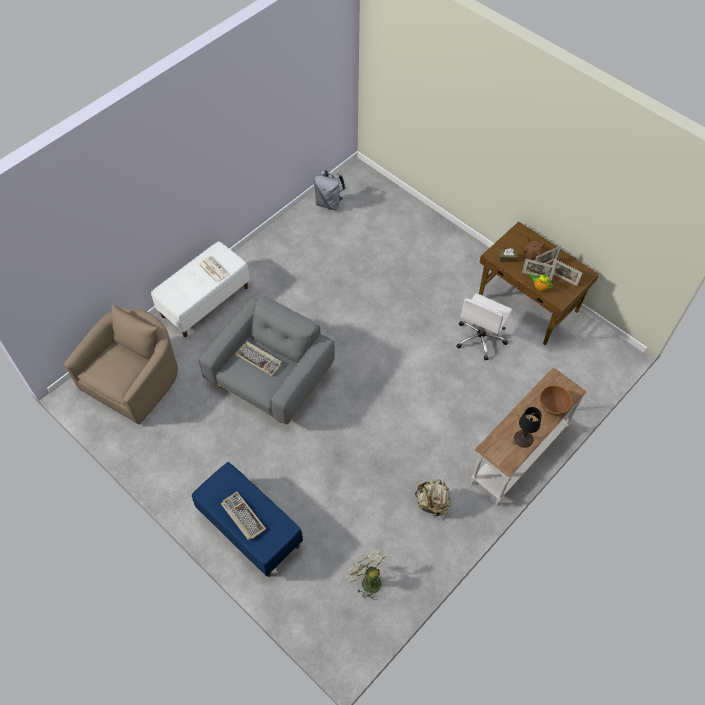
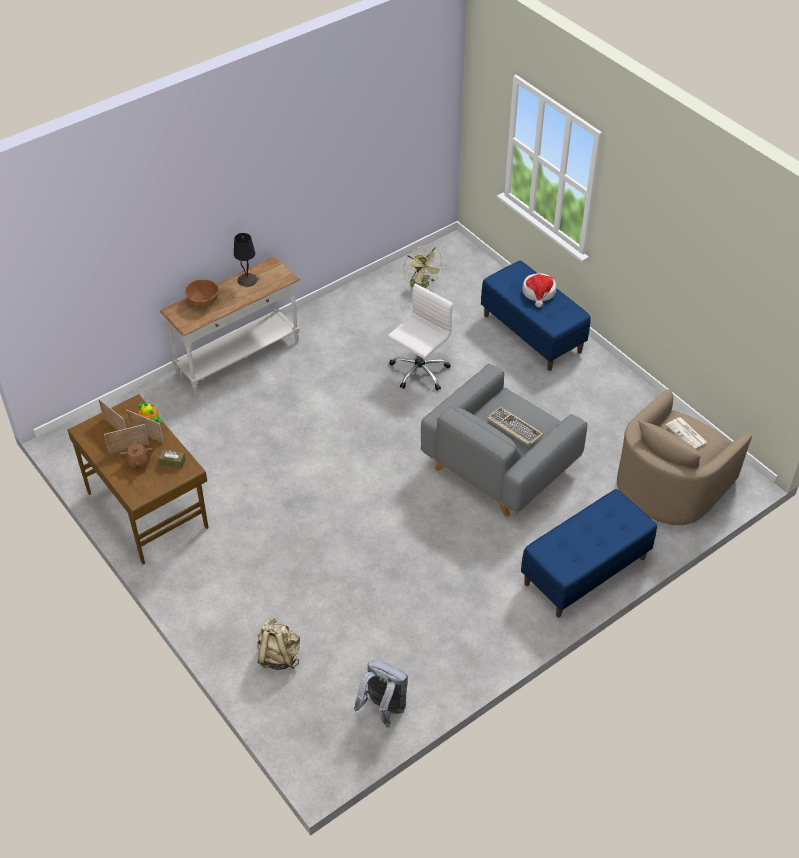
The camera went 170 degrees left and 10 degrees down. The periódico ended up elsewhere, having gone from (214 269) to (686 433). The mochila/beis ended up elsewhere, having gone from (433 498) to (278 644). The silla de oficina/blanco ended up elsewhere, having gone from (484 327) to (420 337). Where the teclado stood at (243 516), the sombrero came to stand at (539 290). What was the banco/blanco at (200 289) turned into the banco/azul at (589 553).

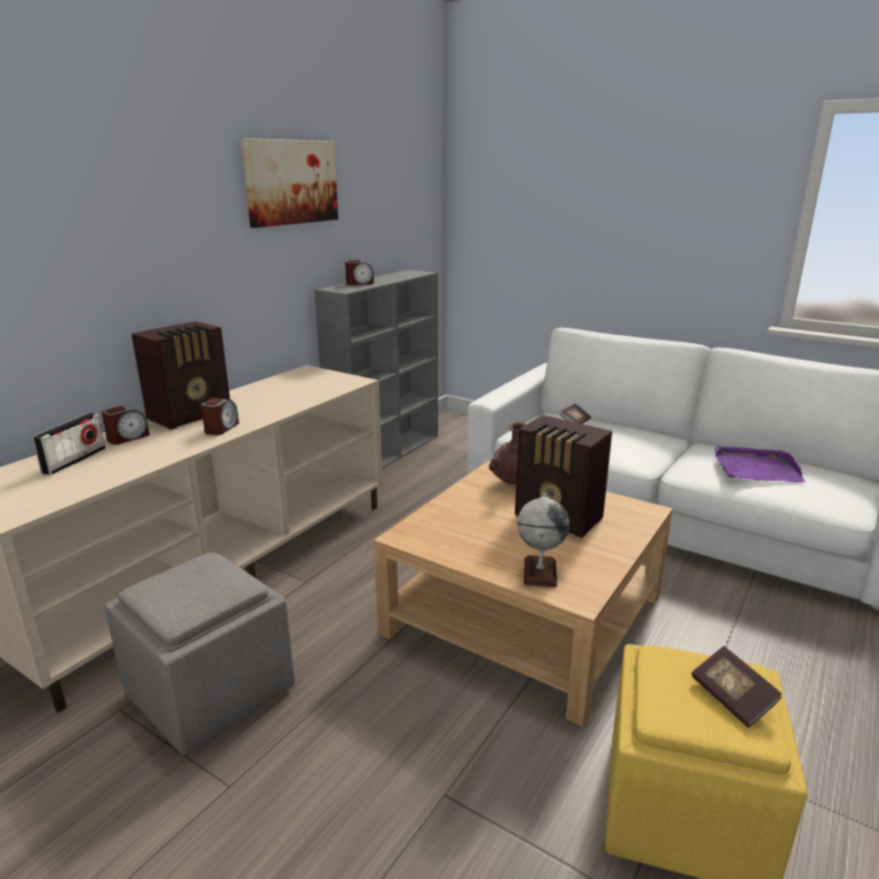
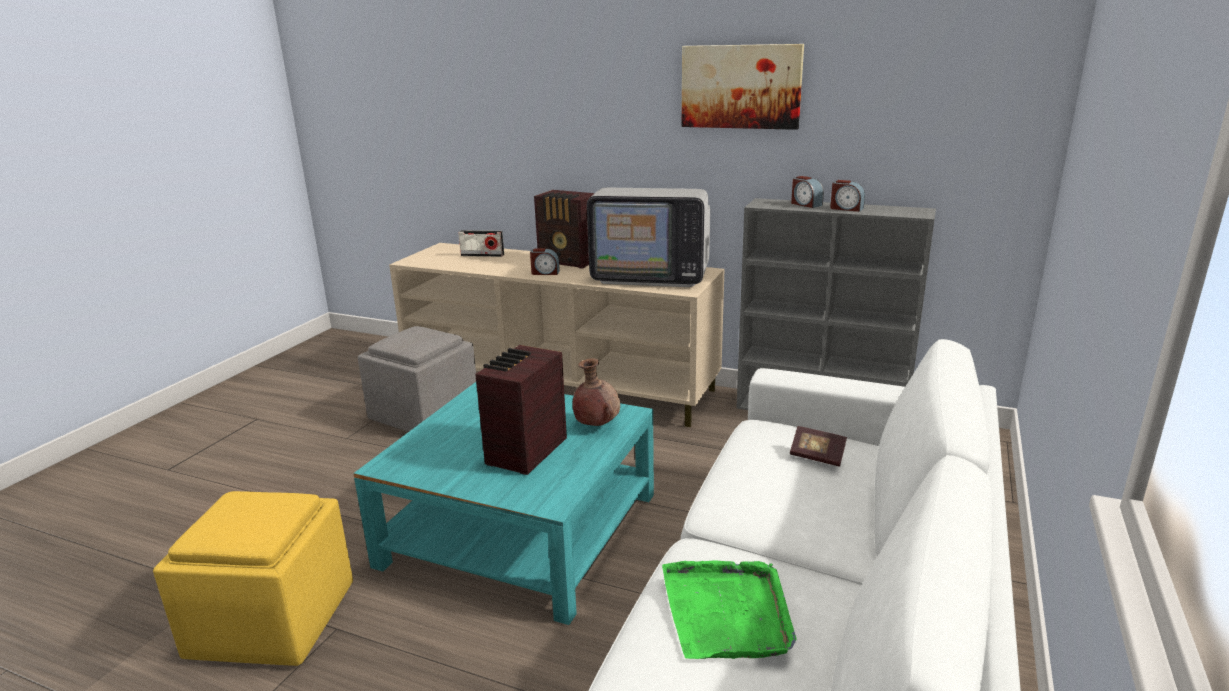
The camera went 80 degrees right and 0 degrees up. The second view lost the globo terráqueo at (543 540). The second view lost the libro at (737 687). The second view gained the televisor at (648 237). The despertador ended up elsewhere, having gone from (125 425) to (847 196). What was the mesa de centro/beis at (523 594) turned into the mesa de centro/turquesa at (503 503). What was the bandeja/morado at (759 464) turned into the bandeja/verde at (729 610).

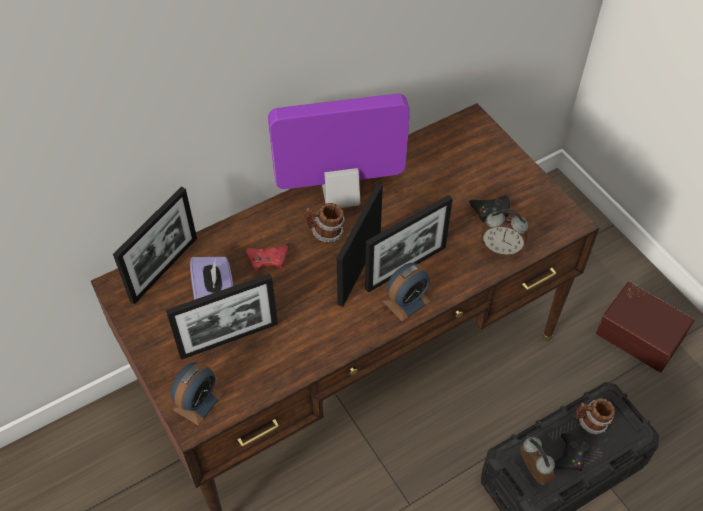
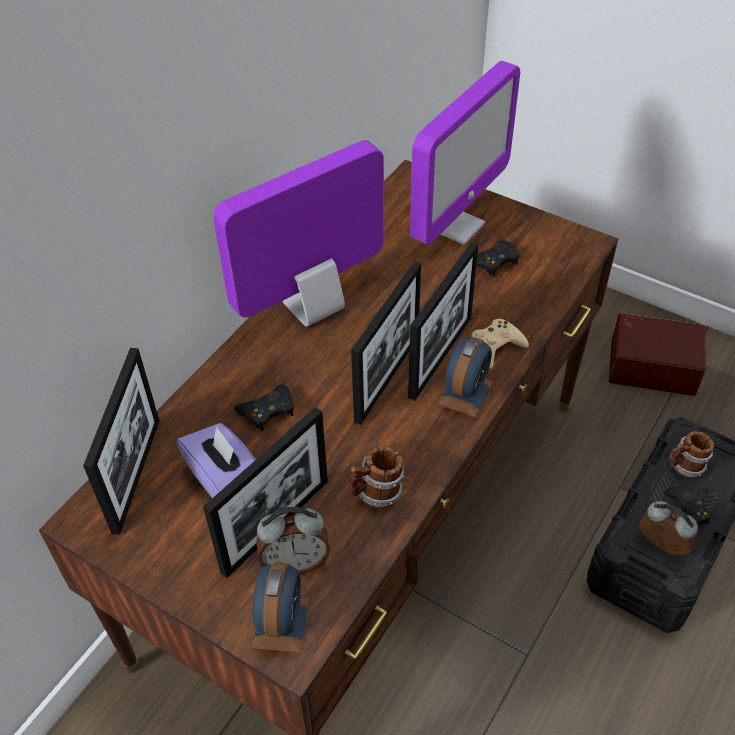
The camera went 25 degrees left and 5 degrees down. The second view gained the monitor at (465 153). The second view gained the mando de consola/beis at (500 344). The taza grande ended up elsewhere, having gone from (325 223) to (377 477). The despertador ended up elsewhere, having gone from (504 233) to (293 541). What was the mando de consola/rojo at (267 258) turned into the mando de consola/negro at (264 407). The portarretratos at (360 245) ended up facing another way, 150 degrees counterclockwise from before.

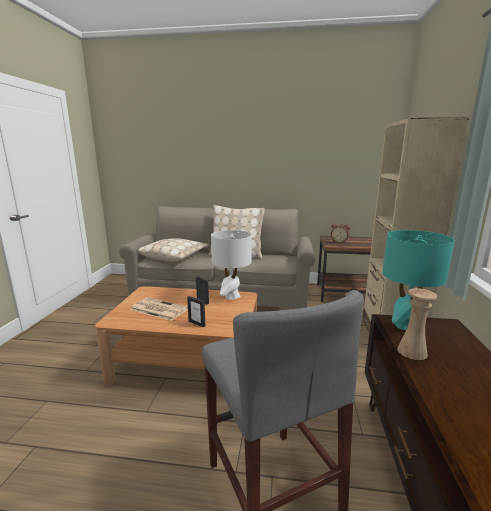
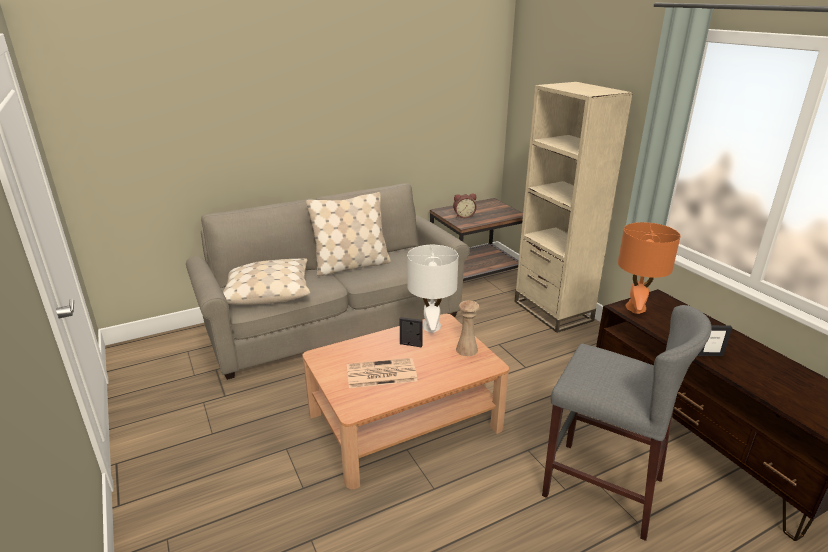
The camera went 35 degrees left and 10 degrees up. The portarretratos ended up elsewhere, having gone from (196 311) to (715 340). The florero/beis ended up elsewhere, having gone from (417 324) to (468 328). What was the lámpara de mesa/turquesa at (418 280) turned into the lámpara de mesa/naranja at (649 268).

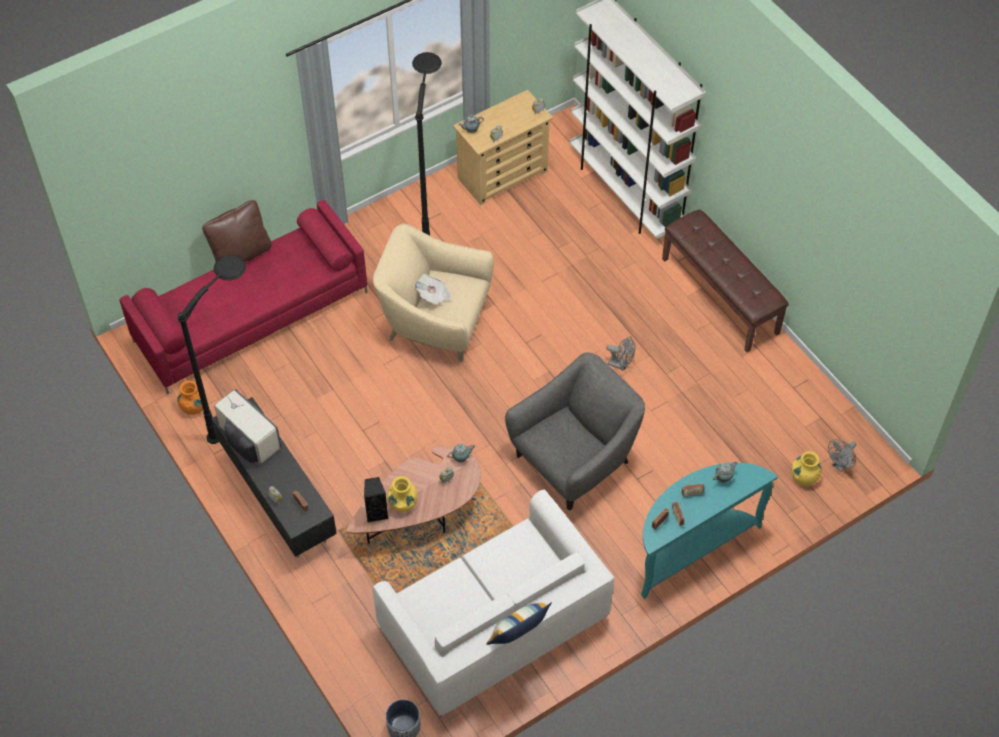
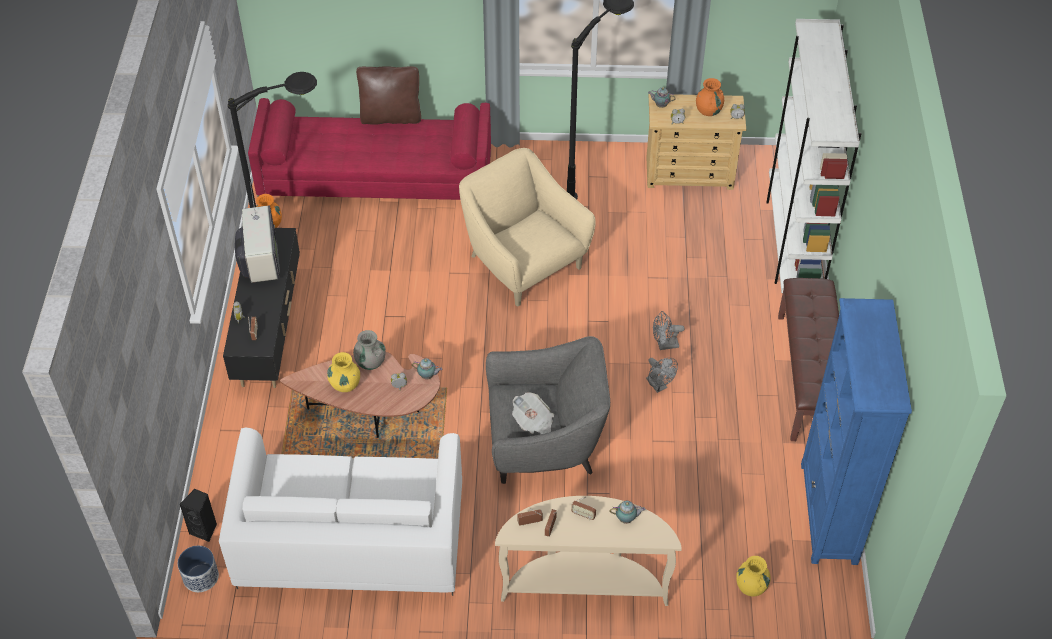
The camera went 35 degrees right and 5 degrees down. The second view lost the cojín at (519 623). The second view gained the florero/gris at (369 350). The second view gained the florero/naranja at (710 97). The second view gained the estantería/azul at (856 431). The altavoz/negro ended up elsewhere, having gone from (376 500) to (198 515). The periódico ended up elsewhere, having gone from (433 289) to (533 413). The ventilador/gris ended up elsewhere, having gone from (842 455) to (669 330). What was the mesa consola/turquesa at (709 530) turned into the mesa consola/beis at (588 551).

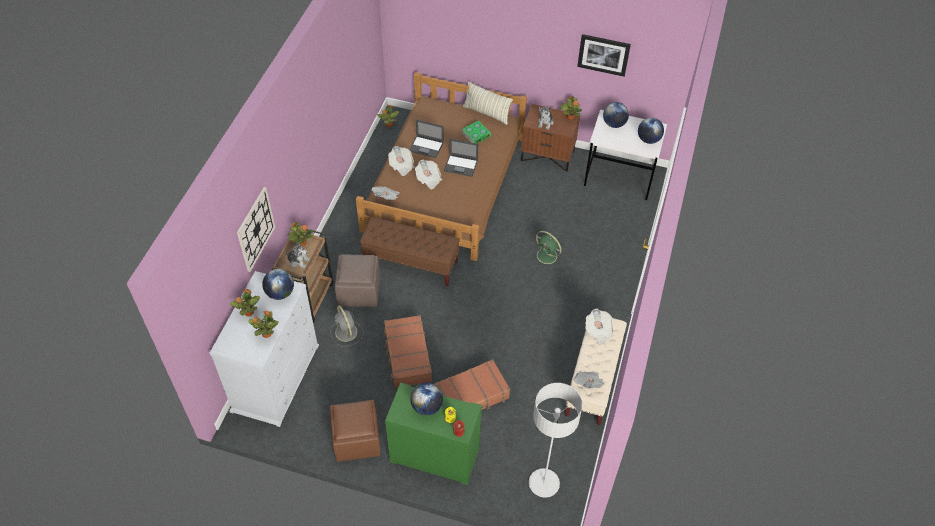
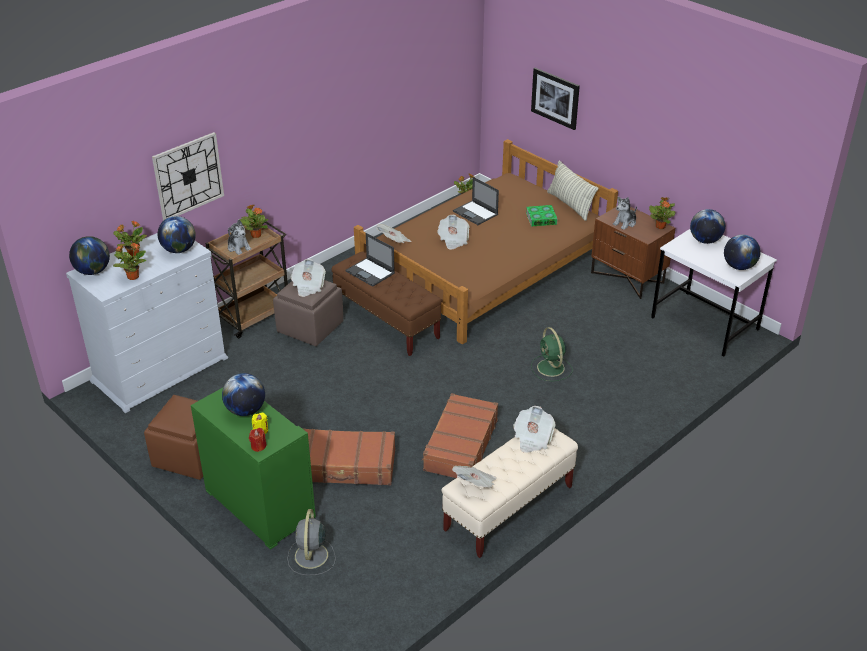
The camera went 30 degrees right and 15 degrees down. The second view lost the lámpara de pie/gris at (556 440). The second view gained the globo terráqueo at (89 255). The ventilador/gris ended up elsewhere, having gone from (347 325) to (311 542). The maleta/marrón ended up elsewhere, having gone from (407 351) to (460 435). The periódico ended up elsewhere, having gone from (401 161) to (308 278). The portátil ended up elsewhere, having gone from (461 158) to (370 260). The cuadro ended up elsewhere, having gone from (604 55) to (555 99).

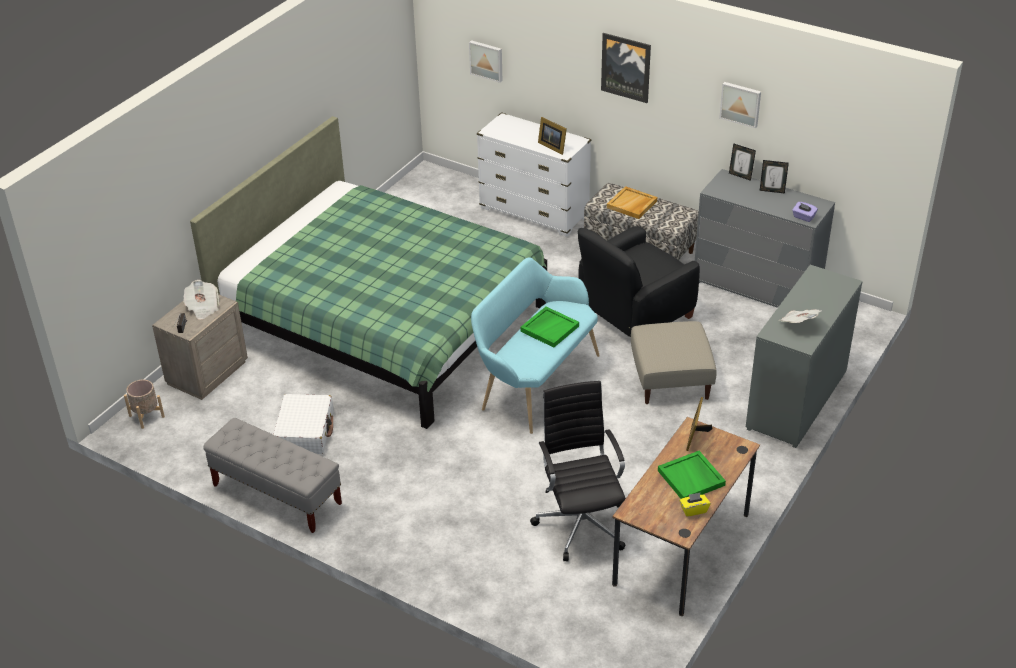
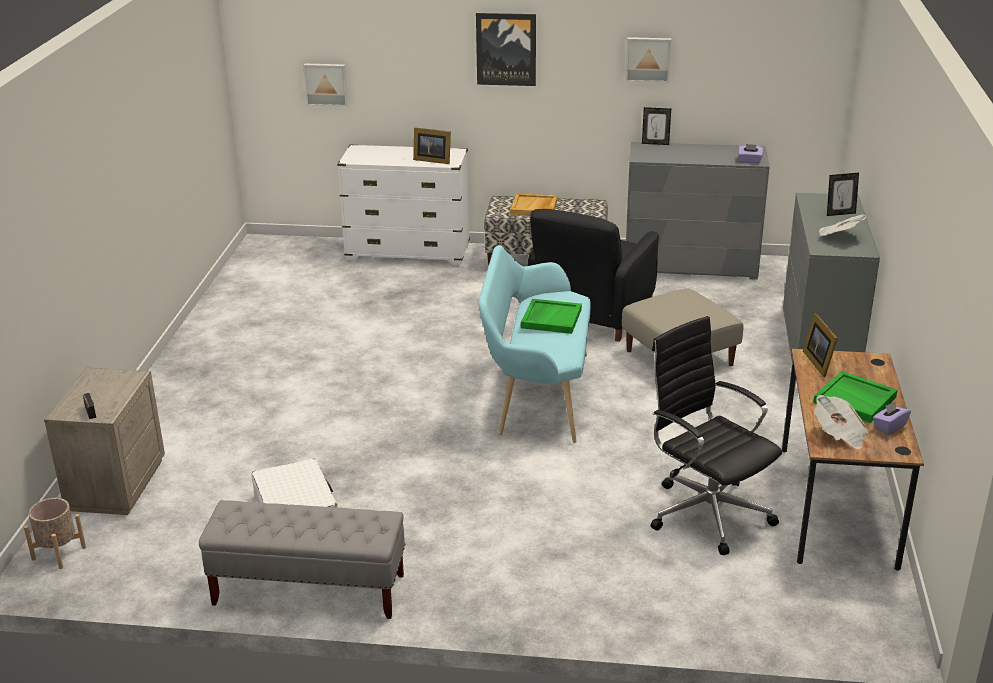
The camera went 25 degrees left and 10 degrees down. The second view lost the cama/verde at (368 272). The periódico ended up elsewhere, having gone from (201 300) to (841 422). The portarretratos ended up elsewhere, having gone from (774 177) to (843 194). What was the caja de pañuelos/amarillo at (695 505) turned into the caja de pañuelos/morado at (892 418).

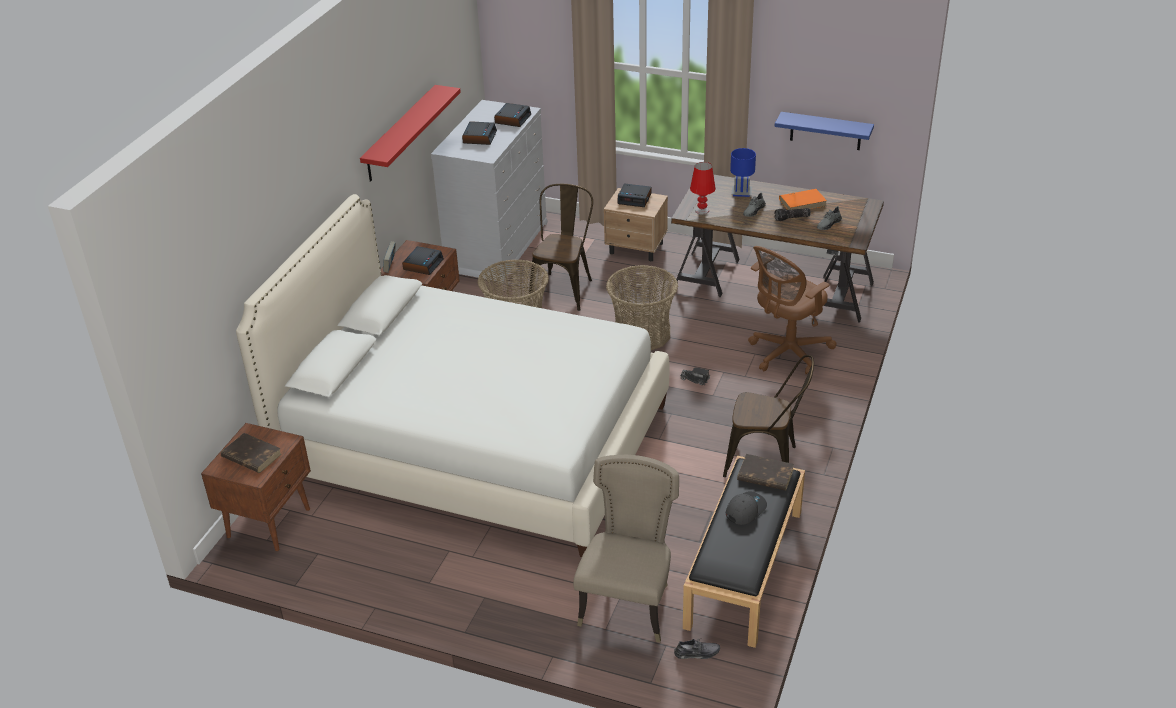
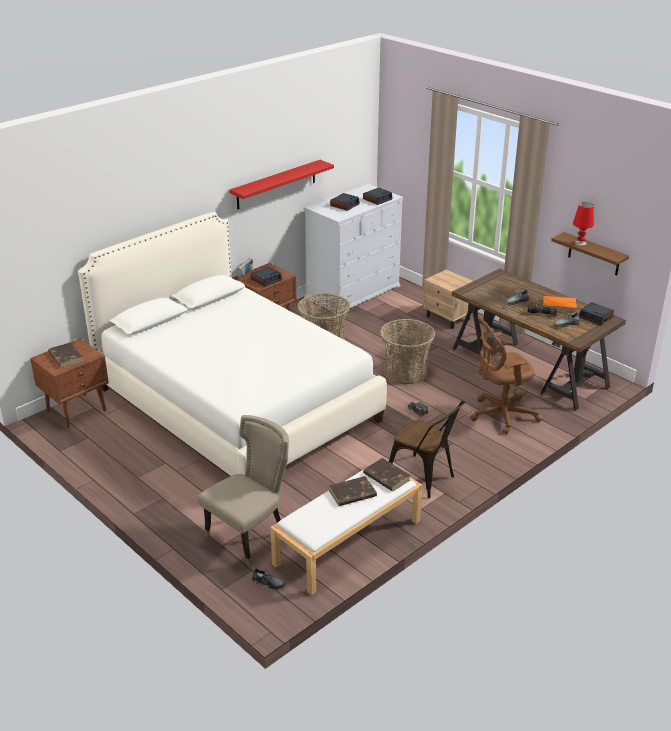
The camera went 25 degrees right and 5 degrees down. The second view lost the silla/marrón at (561 247). The second view lost the lámpara de mesa/azul at (743 172). The despertador ended up elsewhere, having gone from (634 195) to (596 313). The lámpara de mesa/rojo ended up elsewhere, having gone from (703 188) to (583 224). Where the gorra/gris stood at (746 508), the libro/marrón came to stand at (353 491). What was the banco/negro at (744 552) turned into the banco/blanco at (346 532). What was the estante/azul at (824 131) turned into the estante/marrón at (590 253).

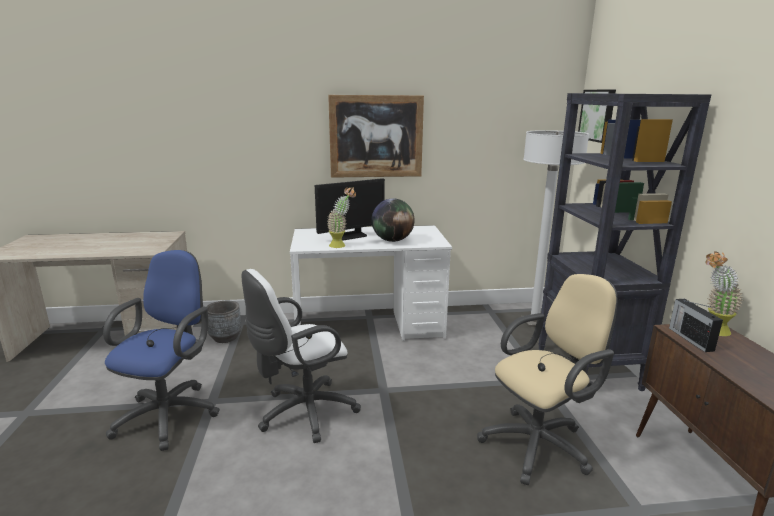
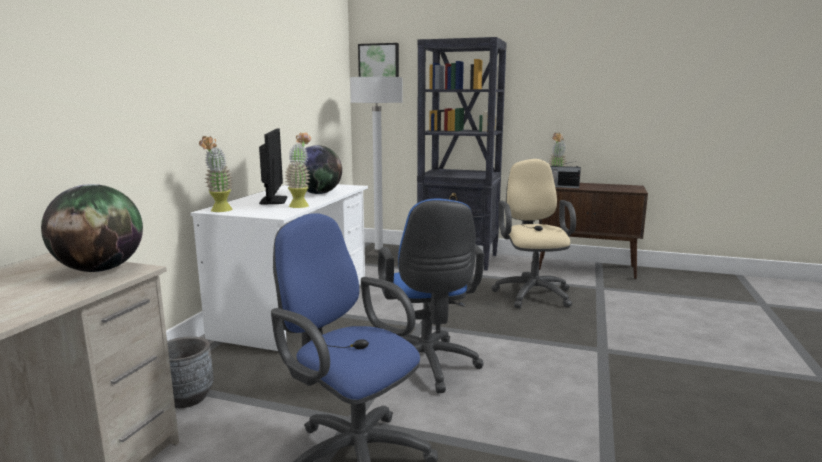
The camera went 65 degrees left and 5 degrees down. The second view lost the cuadro at (376 136). The second view gained the globo terráqueo at (92 228). The second view gained the planta en maceta at (216 174). What was the silla de oficina/blanco at (301 356) turned into the silla de oficina/azul at (431 296).

